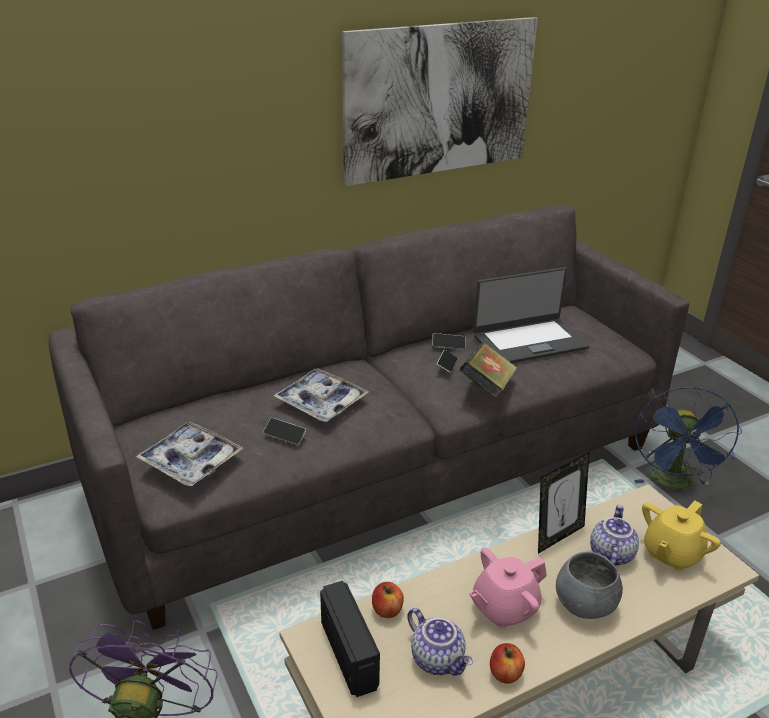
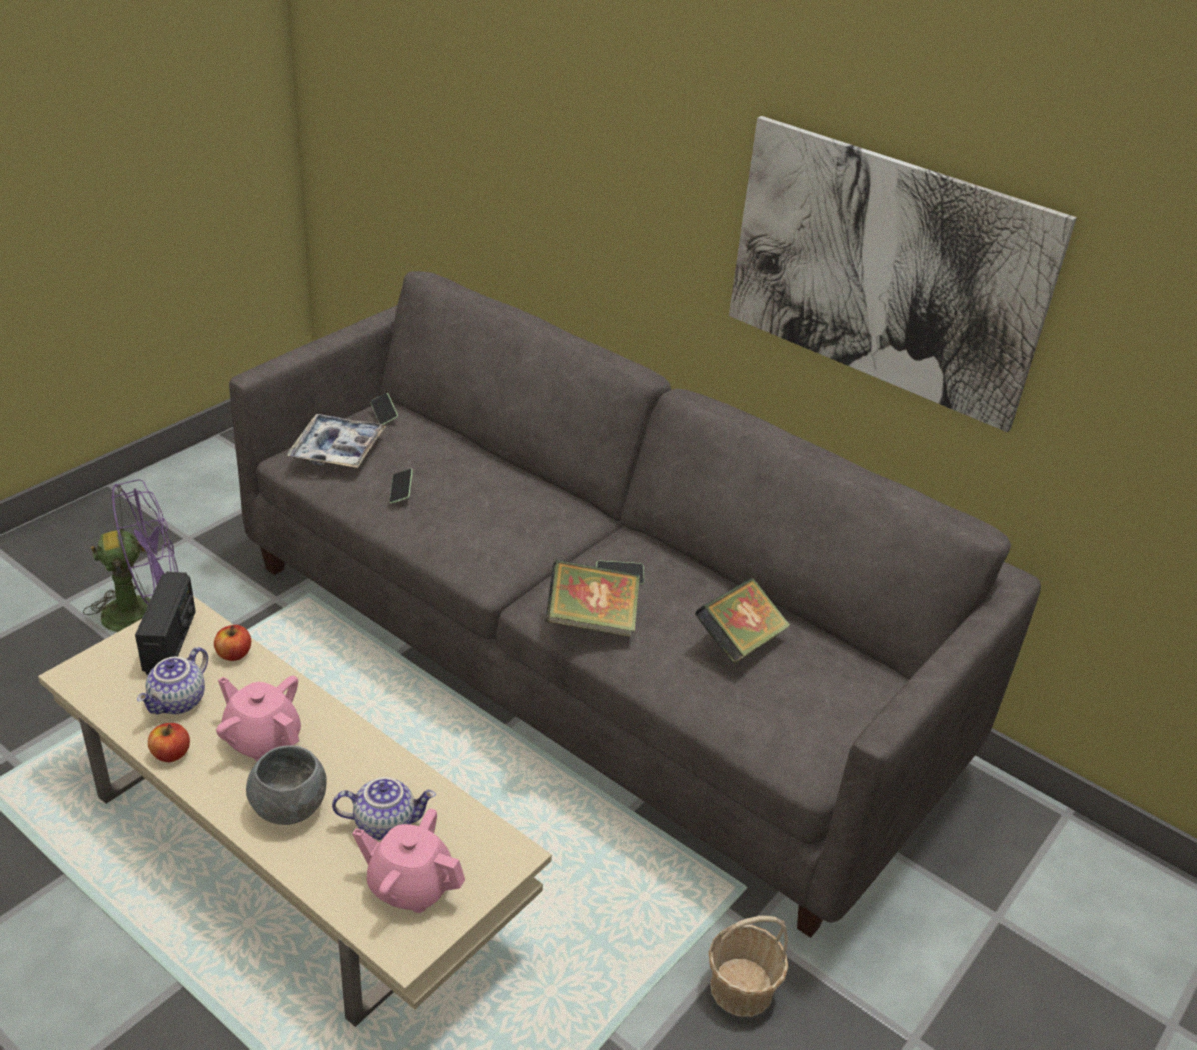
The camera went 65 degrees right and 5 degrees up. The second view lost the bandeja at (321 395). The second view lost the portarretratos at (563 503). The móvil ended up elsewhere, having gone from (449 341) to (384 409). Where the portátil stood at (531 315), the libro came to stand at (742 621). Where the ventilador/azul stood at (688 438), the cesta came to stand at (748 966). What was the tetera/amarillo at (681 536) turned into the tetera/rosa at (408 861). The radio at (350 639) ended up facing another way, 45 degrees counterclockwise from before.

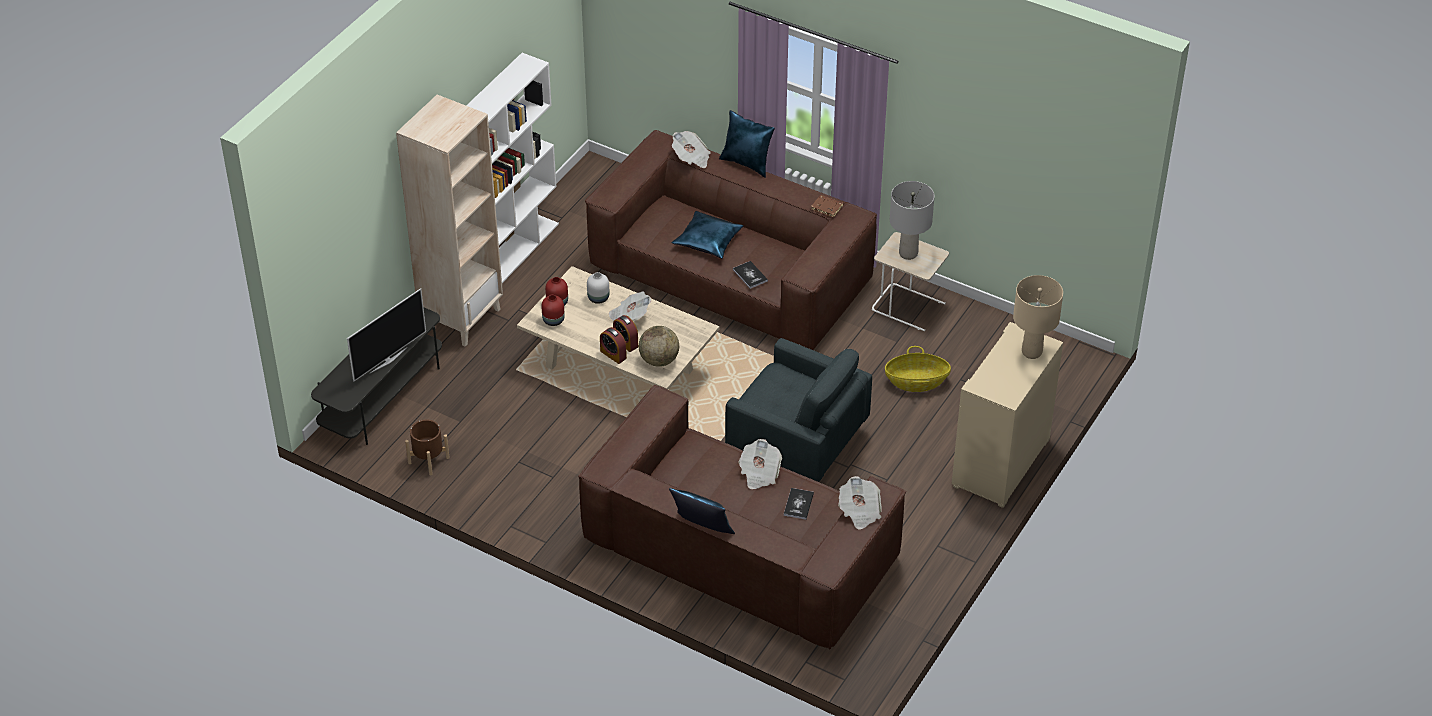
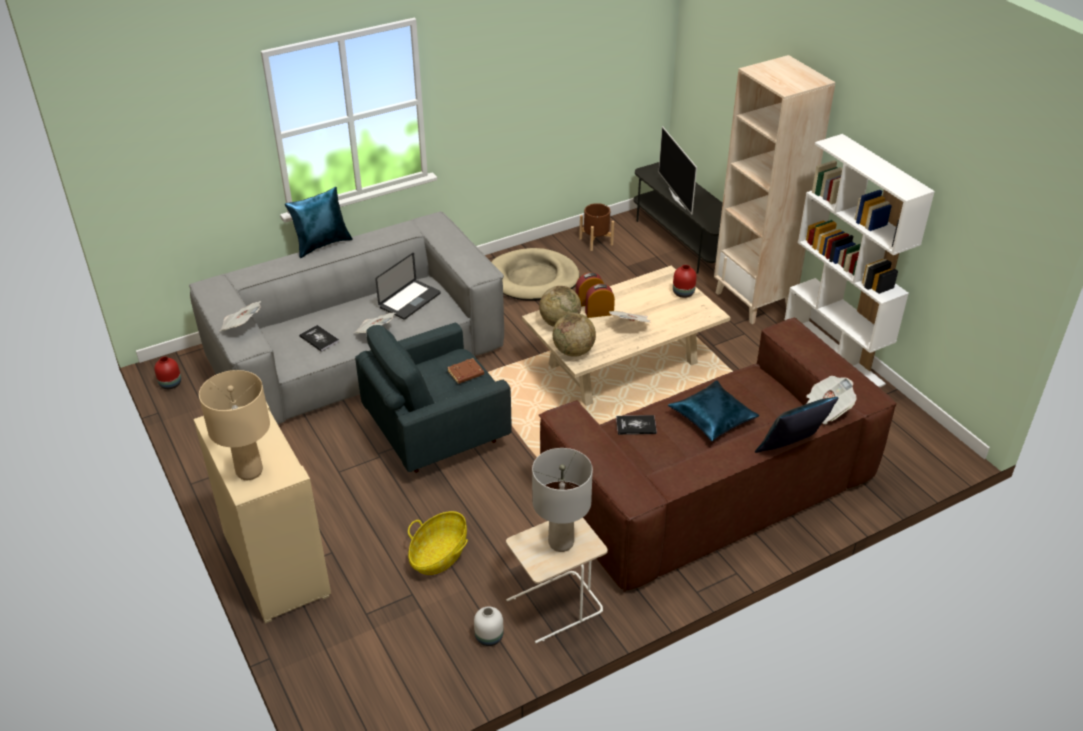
The camera went 120 degrees right and 5 degrees down. The second view gained the portátil at (408 286). The second view gained the cama para perro/beis at (536 274). The second view gained the globo terráqueo at (574 335). The florero/rojo ended up elsewhere, having gone from (553 310) to (167 373). The florero/blanco ended up elsewhere, having gone from (598 288) to (489 626). The libro/marrón ended up elsewhere, having gone from (827 206) to (465 371). What was the sofá/marrón at (742 516) turned into the sofá/gris at (346 318).

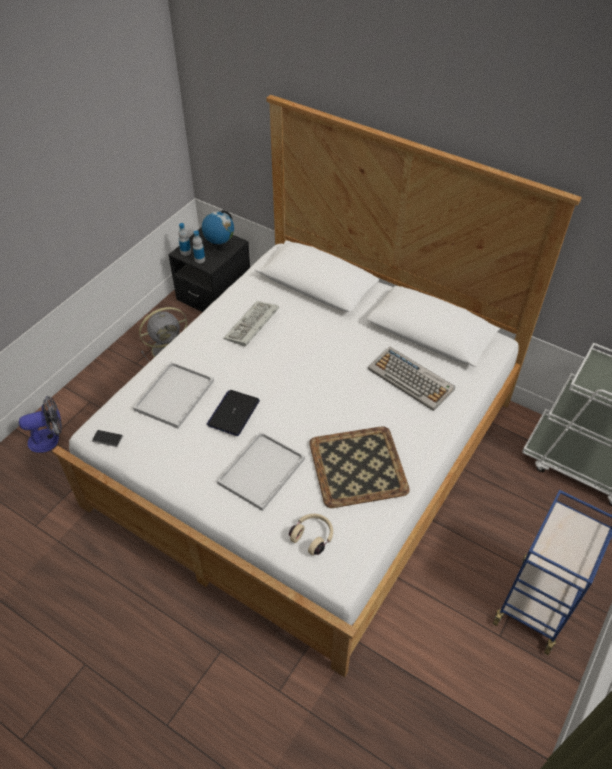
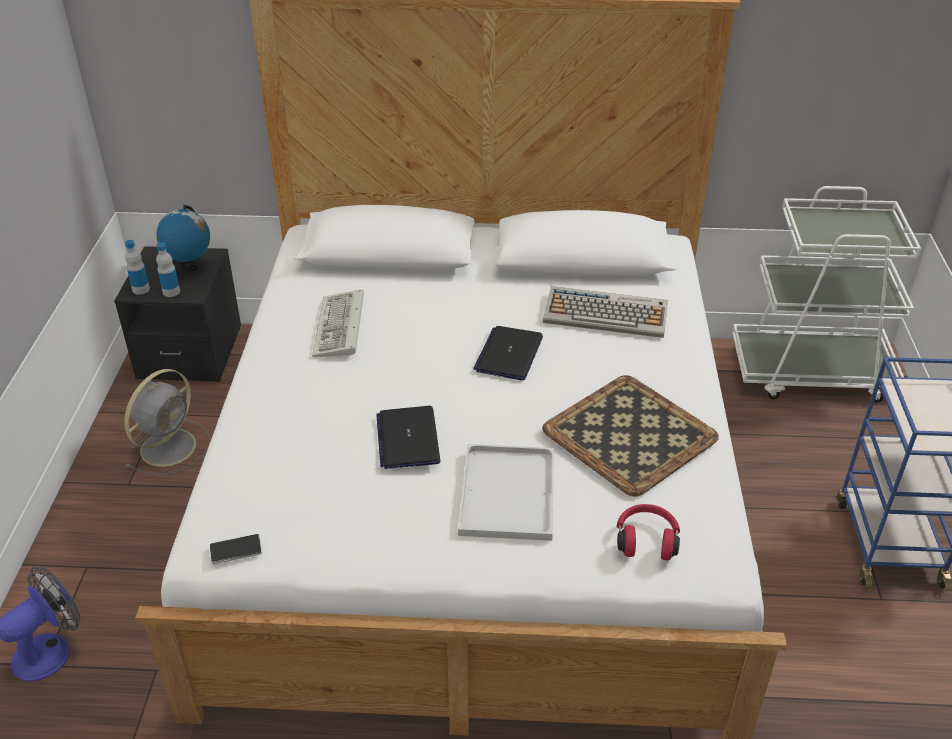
The camera went 30 degrees left and 10 degrees down. The second view lost the bandeja/blanco at (173 395). The second view gained the portátil at (508 353). What was the auriculares/beis at (311 534) turned into the auriculares/rojo at (648 532).

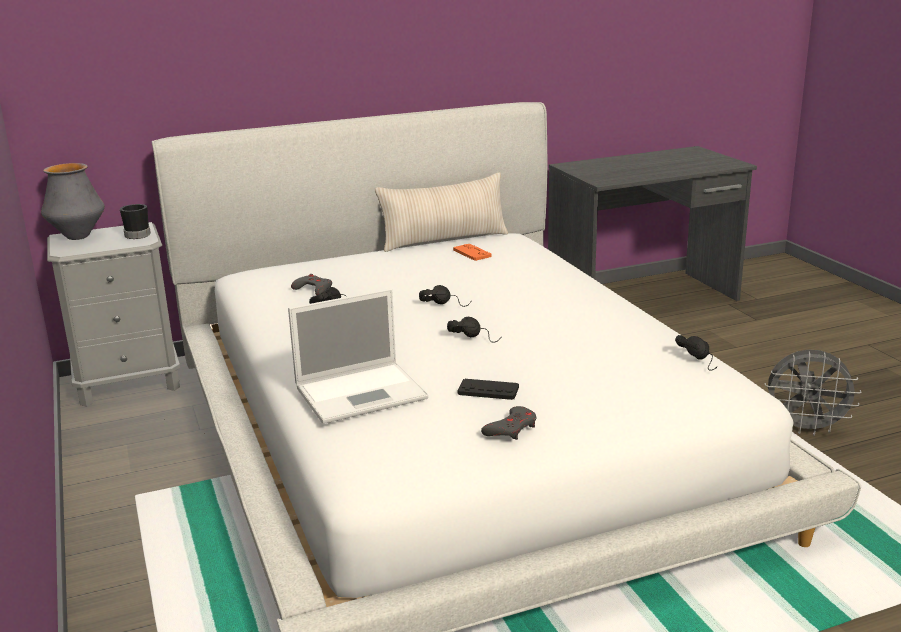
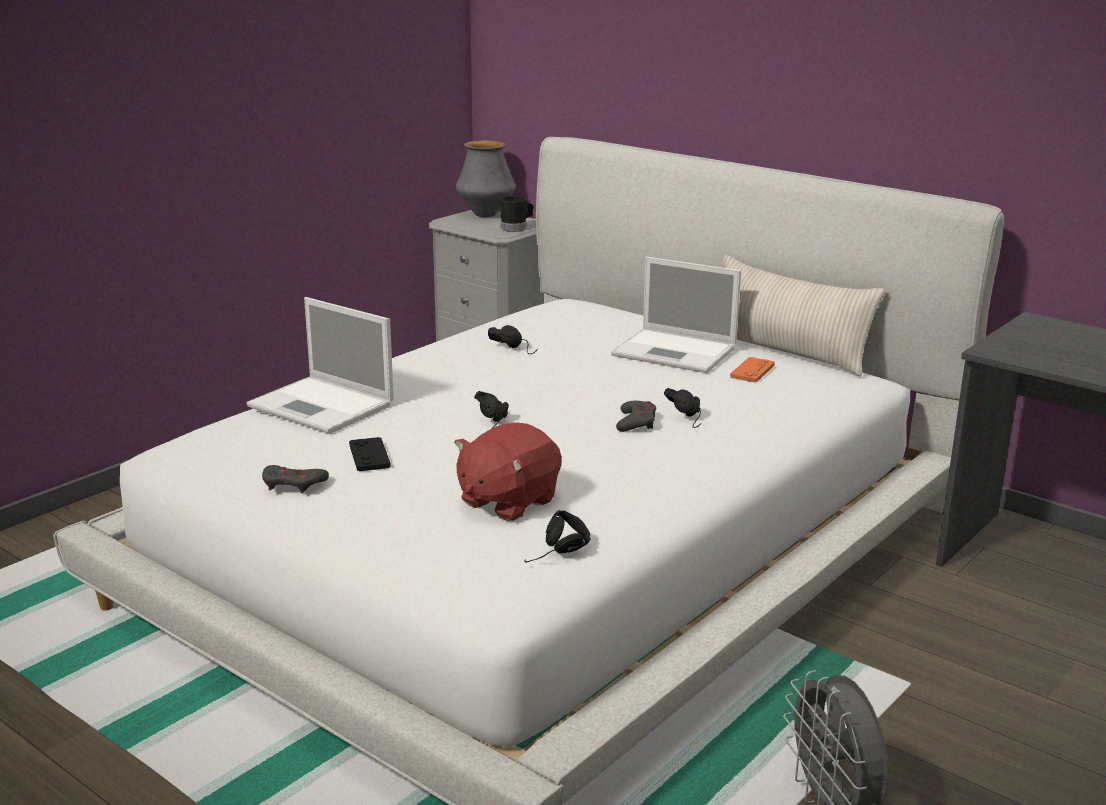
The camera went 60 degrees right and 0 degrees up. The second view gained the peluche/rojo at (508 472). The second view gained the portátil at (676 315). The mando de consola/gris ended up elsewhere, having gone from (311 285) to (636 416). The auriculares/negro ended up elsewhere, having gone from (445 296) to (682 408).

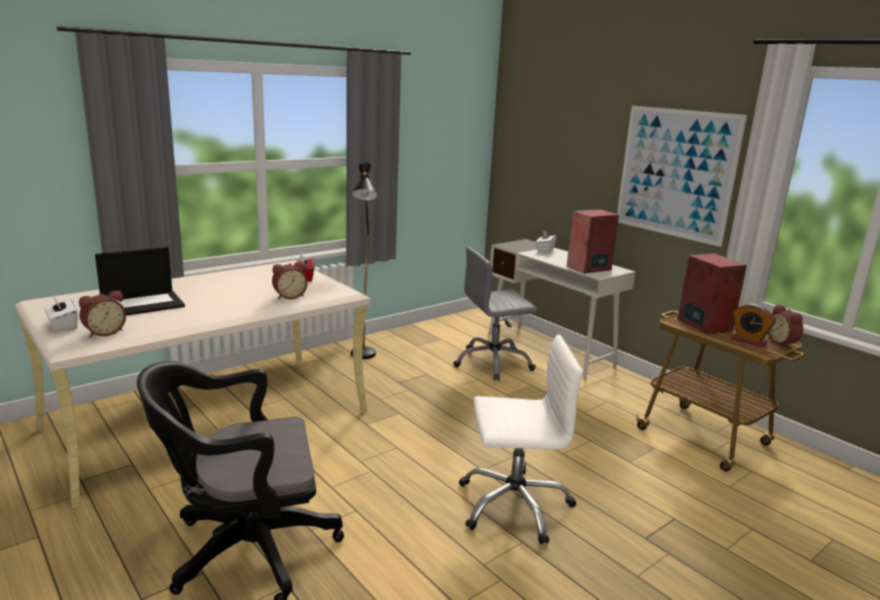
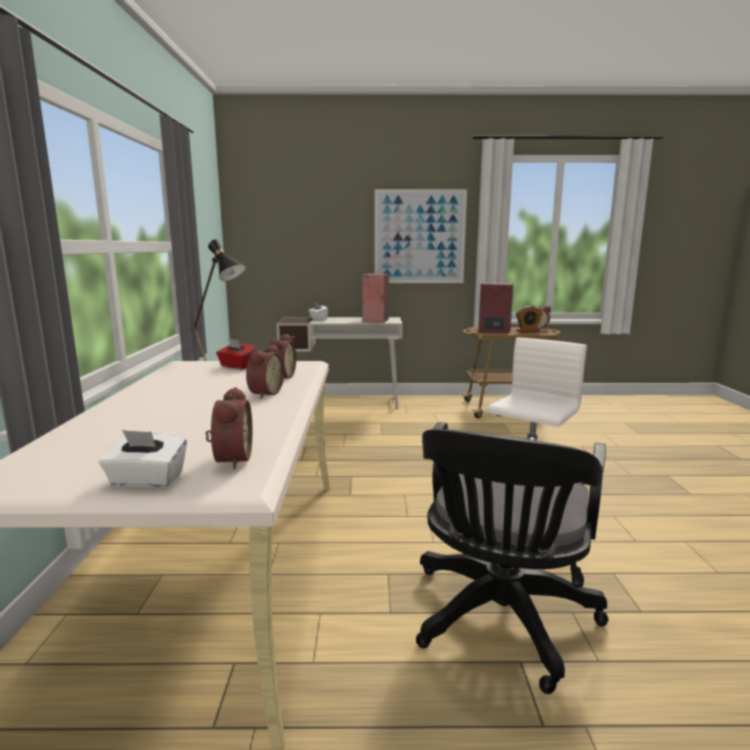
The camera went 50 degrees left and 5 degrees down. The second view lost the portátil at (140 281). The second view lost the silla de oficina/gris at (495 314). The second view gained the despertador at (265 372).

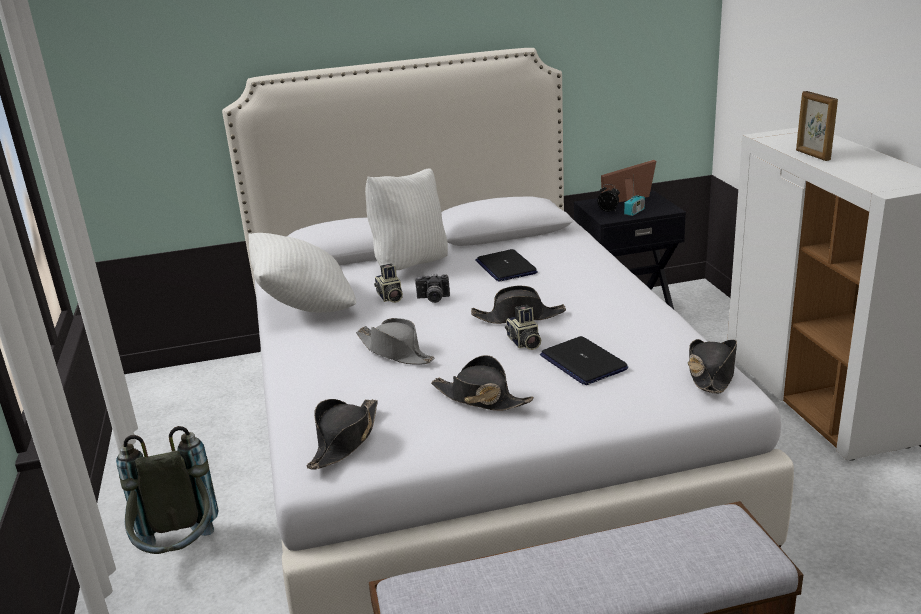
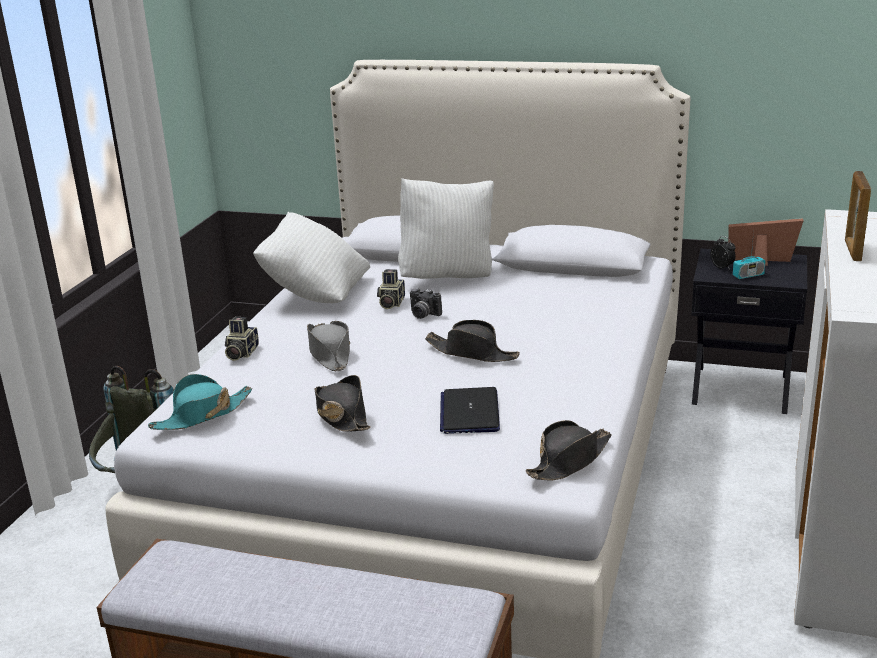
The camera went 30 degrees right and 0 degrees up. The second view lost the portátil at (506 265). The cámara ended up elsewhere, having gone from (523 327) to (242 339). What was the sombrero/negro at (342 434) turned into the sombrero/turquesa at (200 402).

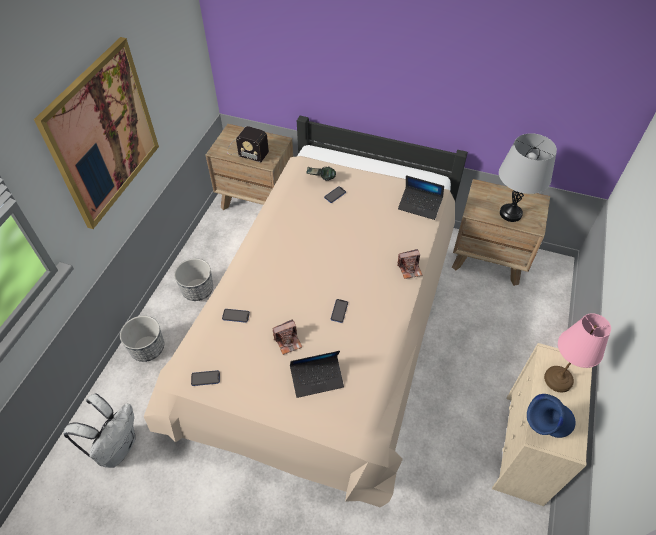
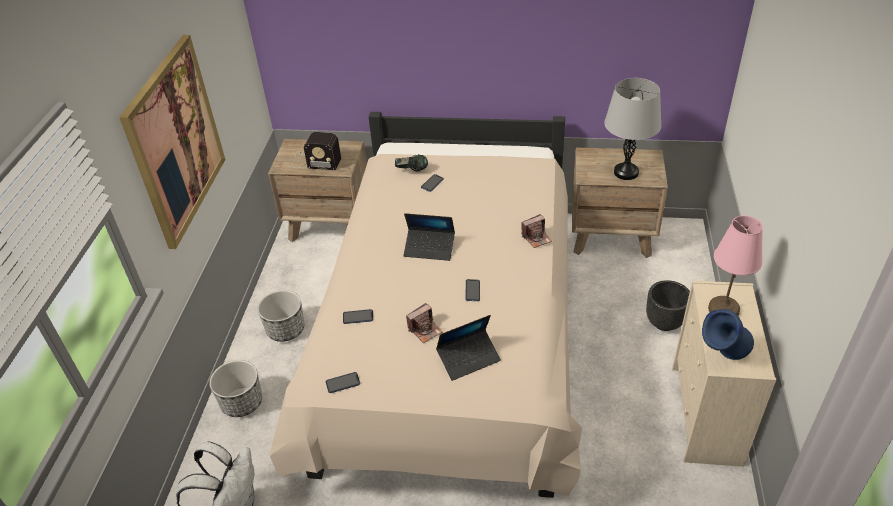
The camera went 10 degrees left and 10 degrees down. The second view gained the maceta/negro at (668 305). The portátil ended up elsewhere, having gone from (421 197) to (429 237).

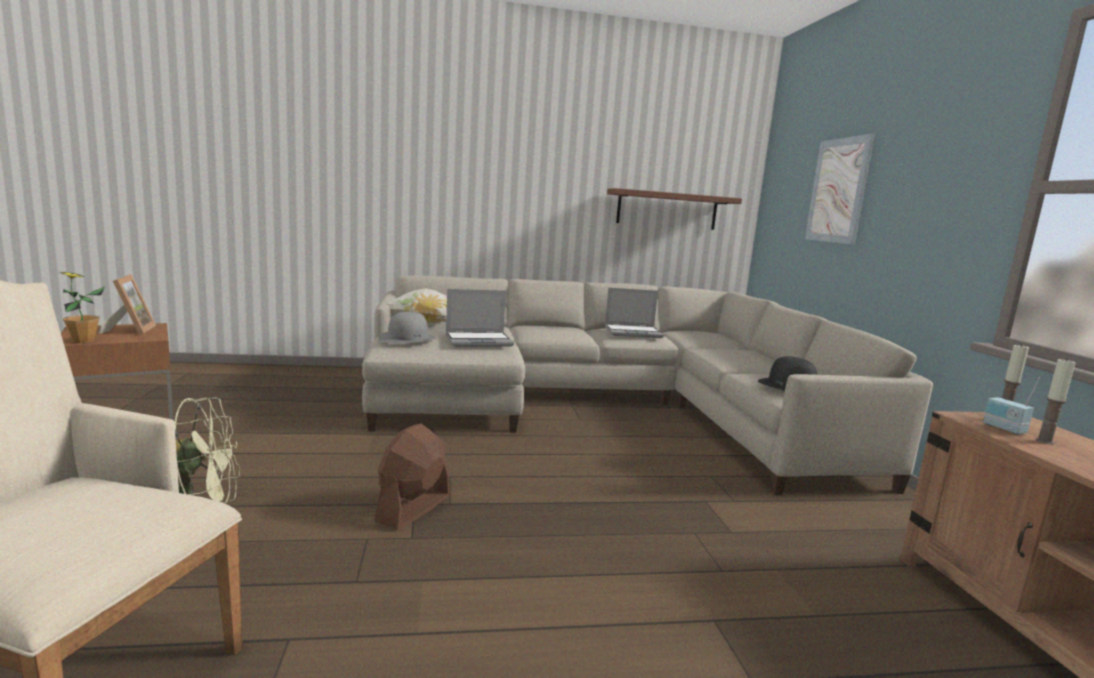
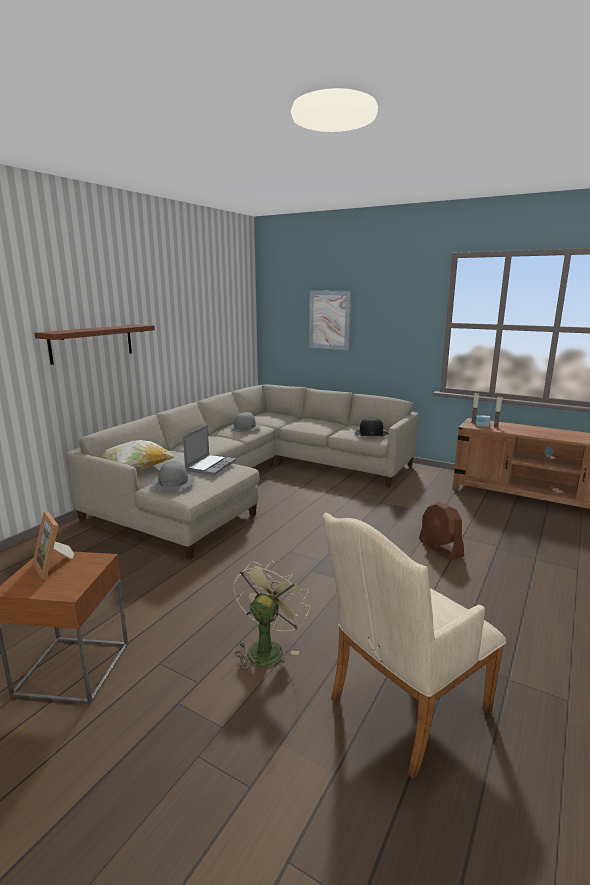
The camera went 50 degrees left and 5 degrees up. The second view lost the planta en maceta at (82 307). The ventilador/marrón ended up elsewhere, having gone from (412 477) to (441 531). The estante ended up elsewhere, having gone from (674 209) to (94 345). Where the portátil stood at (634 313), the sombrero/gris came to stand at (245 422). The portarretratos at (127 304) ended up facing another way, 150 degrees counterclockwise from before.

